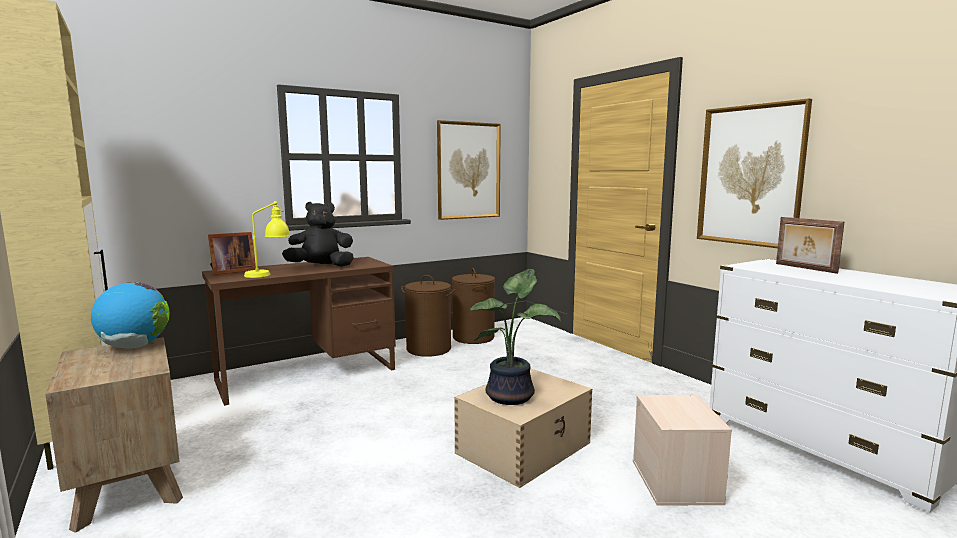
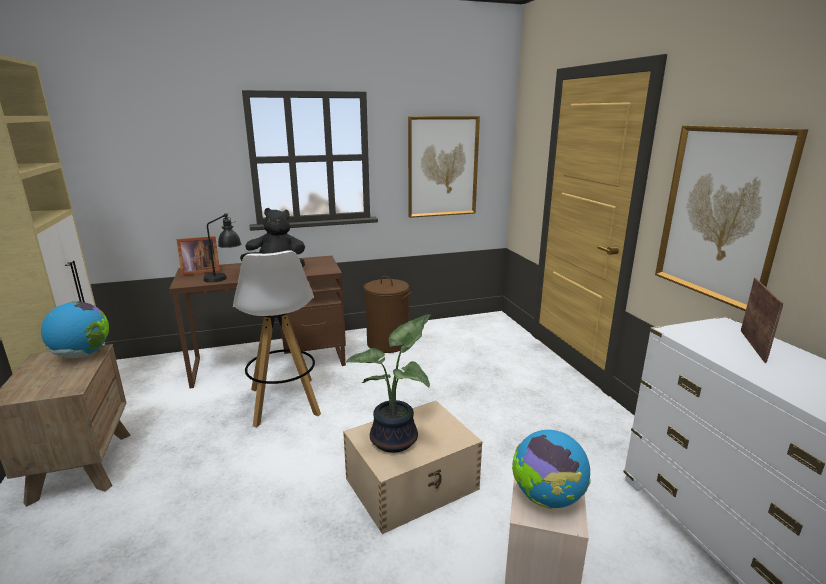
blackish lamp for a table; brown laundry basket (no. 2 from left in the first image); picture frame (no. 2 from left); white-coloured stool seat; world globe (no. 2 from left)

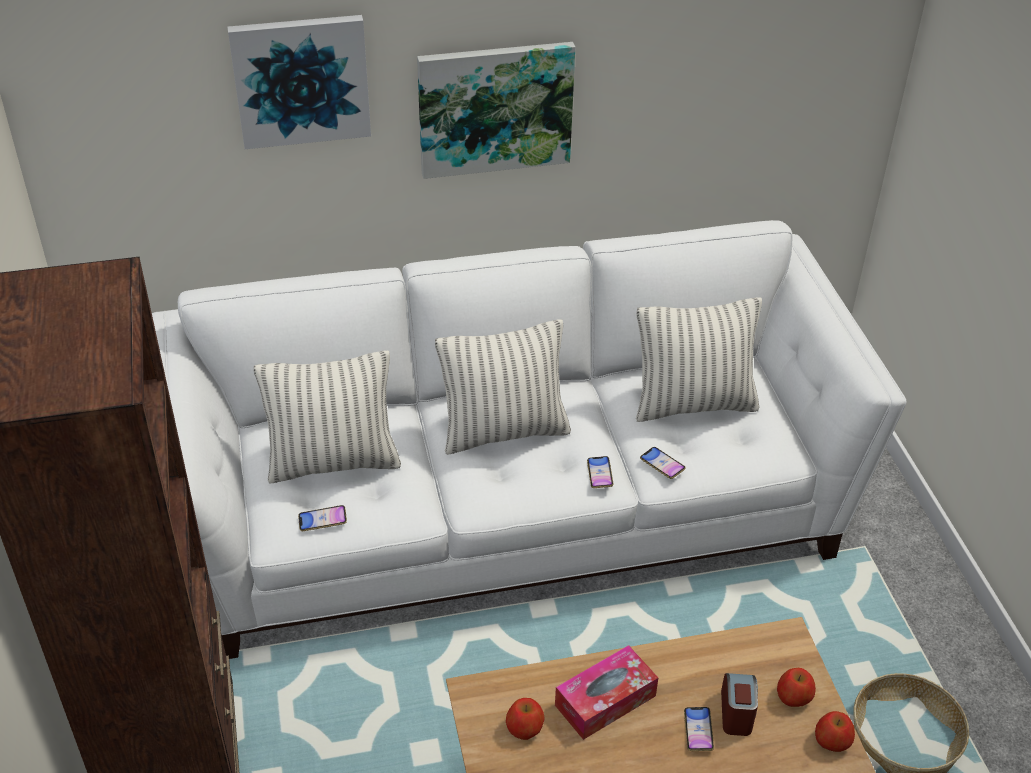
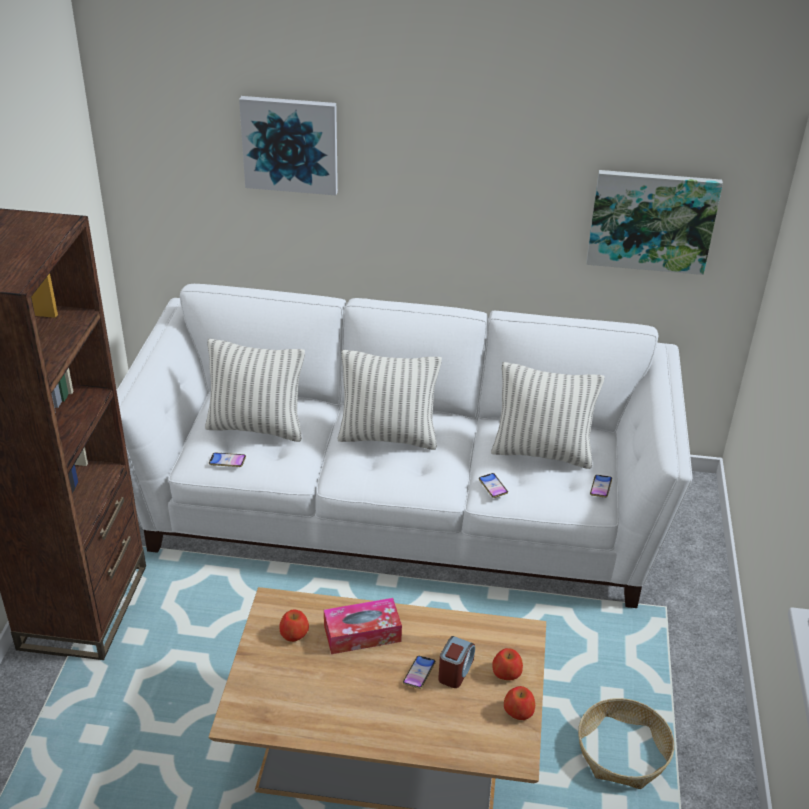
wall art (no. 2 from left); phone (no. 4 from left)

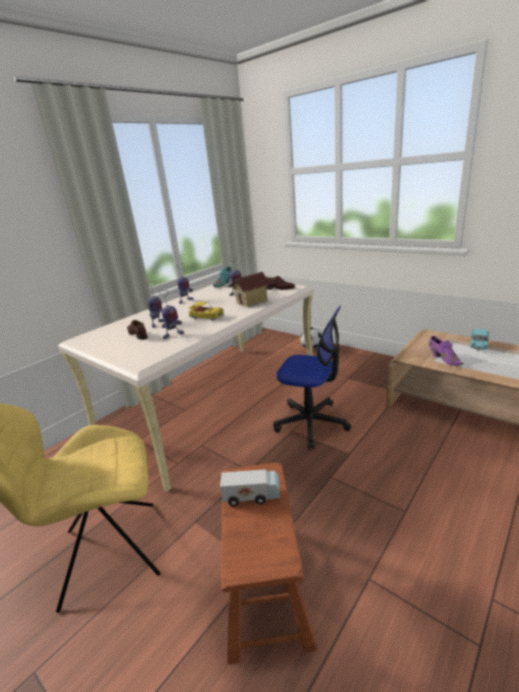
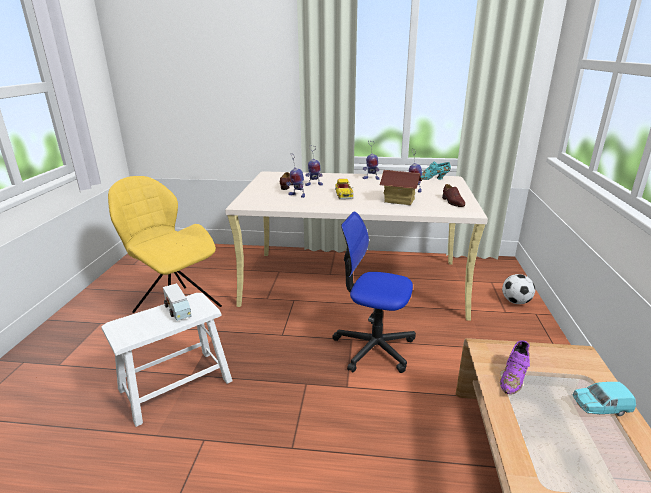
white-coloured stool seat; computer chair

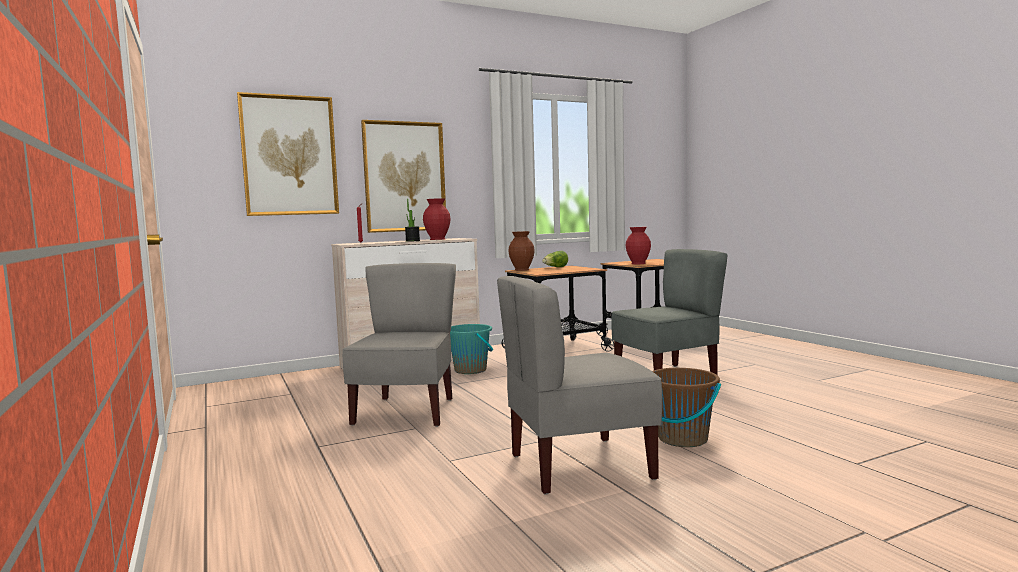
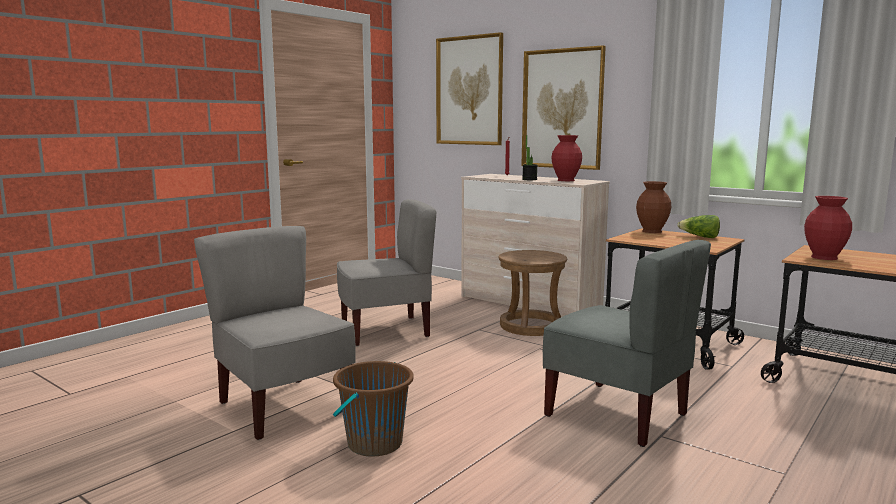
brown stool seat

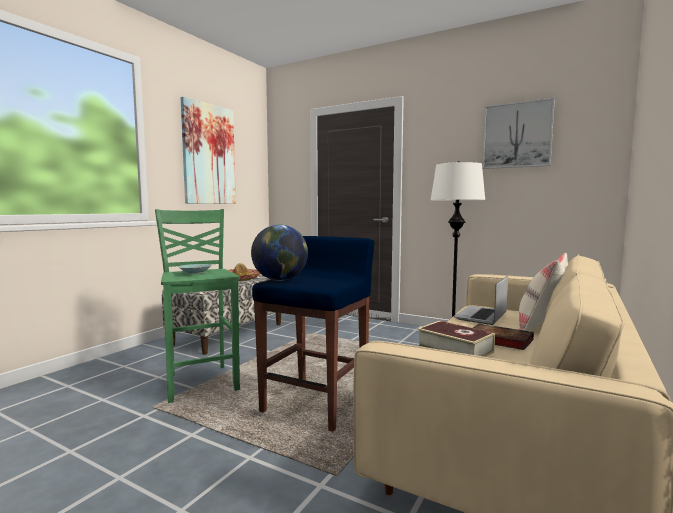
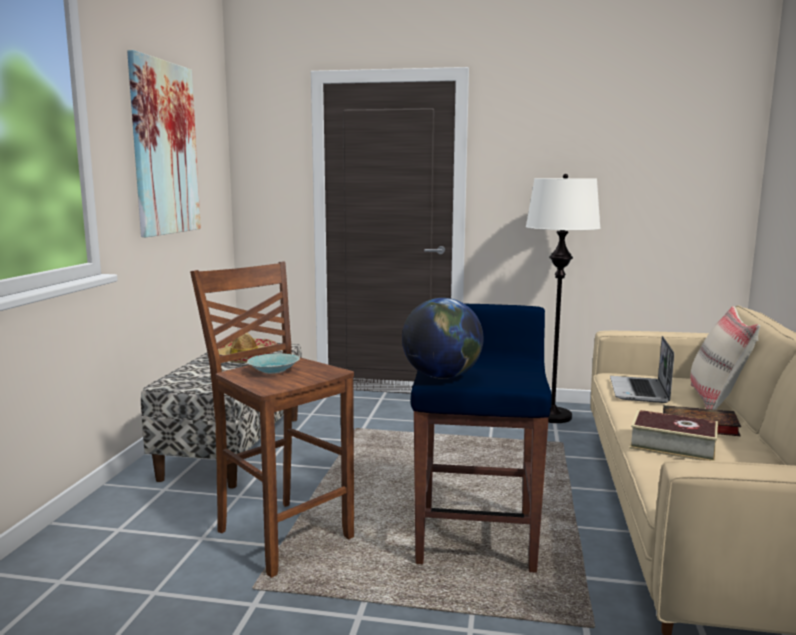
brown stool seat; wall art (no. 2 from left in the first image)

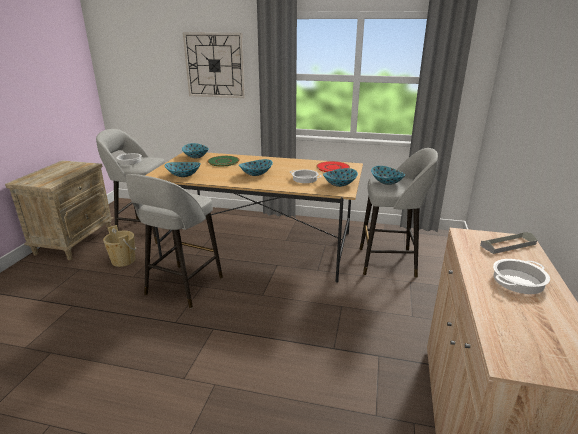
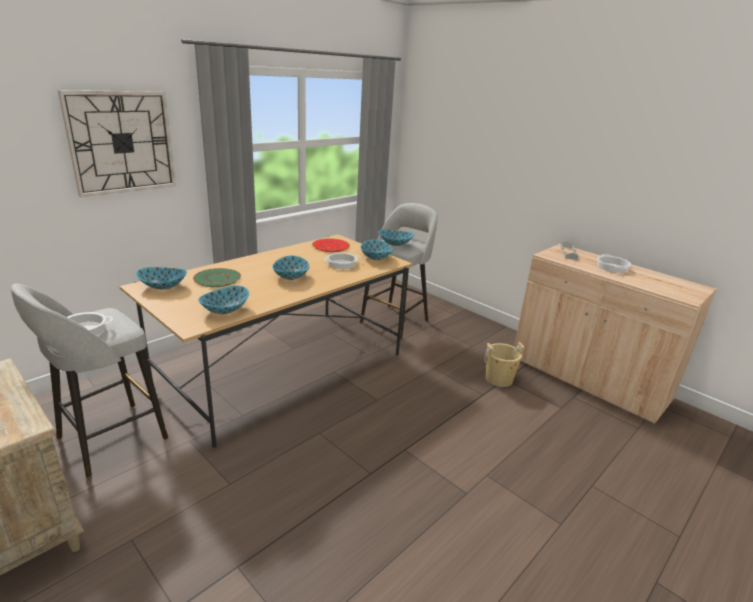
beige water bucket; grey stool seat (no. 2 from left in the first image)

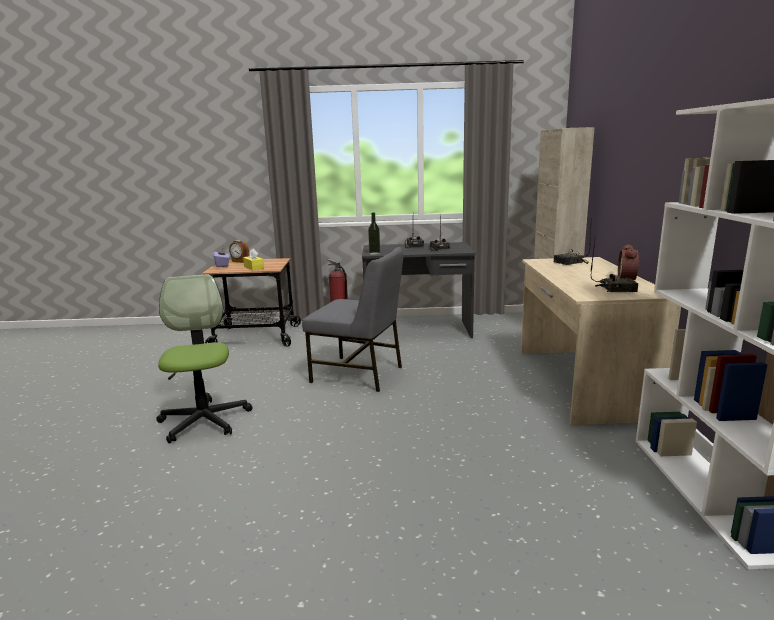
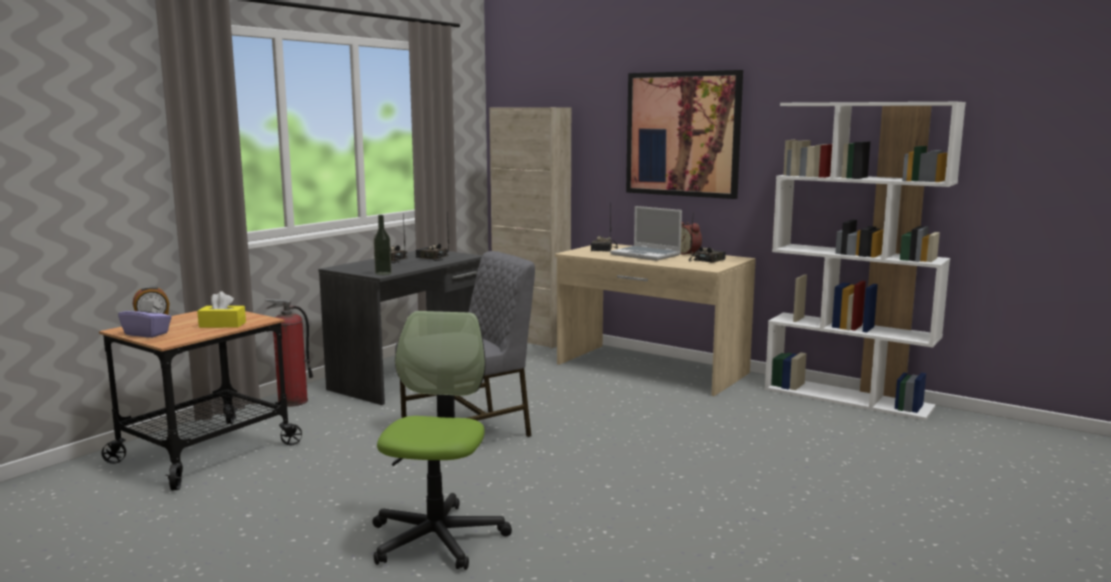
computer chair; laptop; wall art

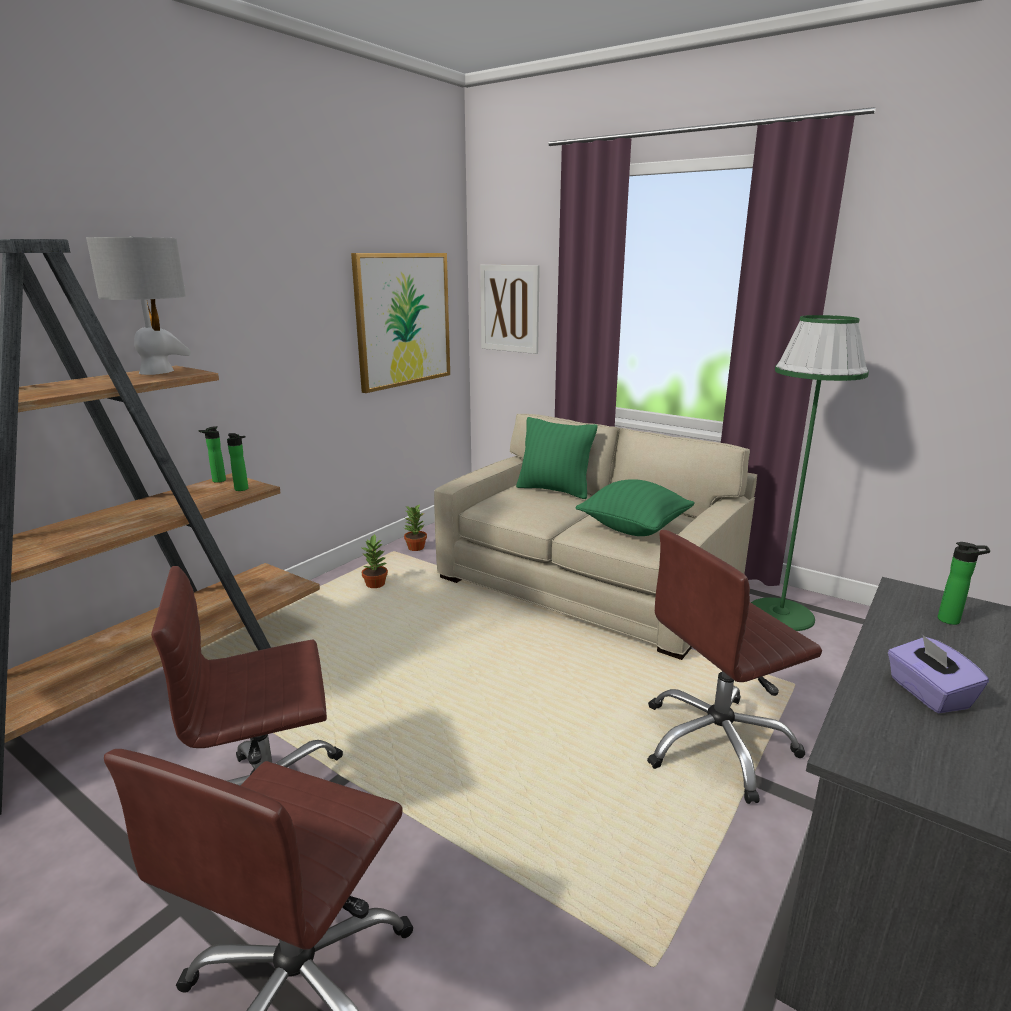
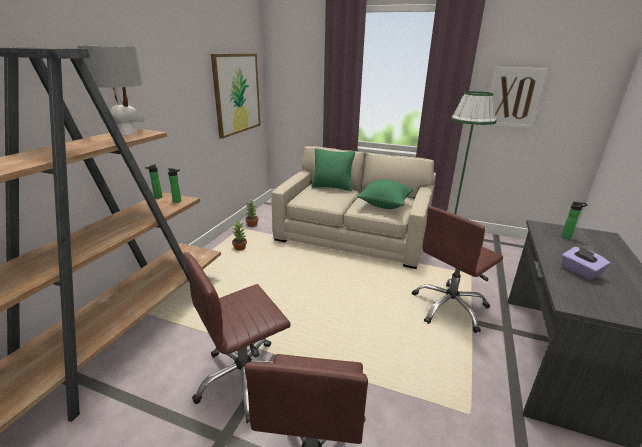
wall art (no. 2 from left)

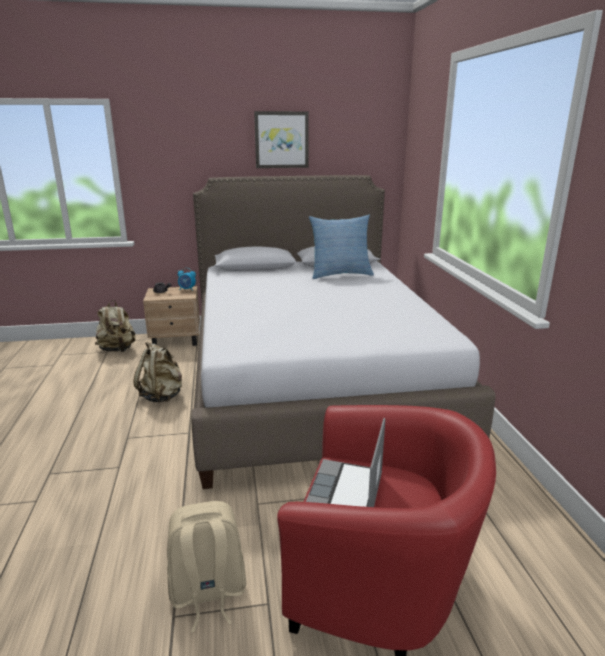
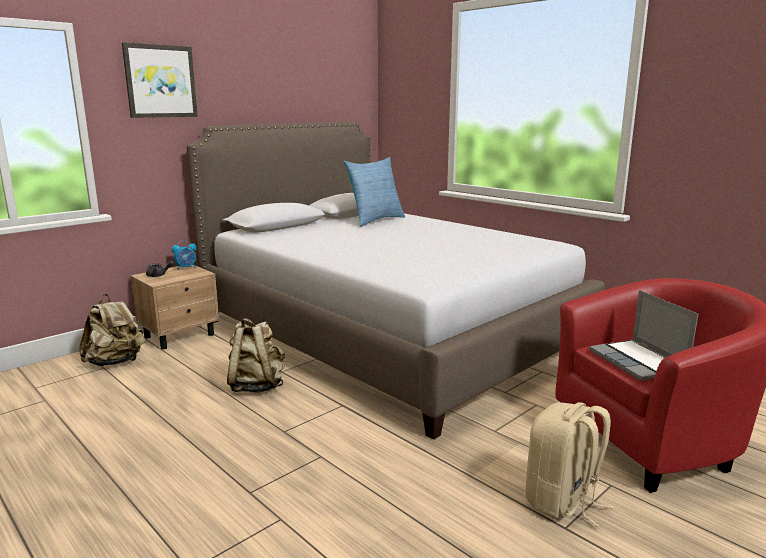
wall art

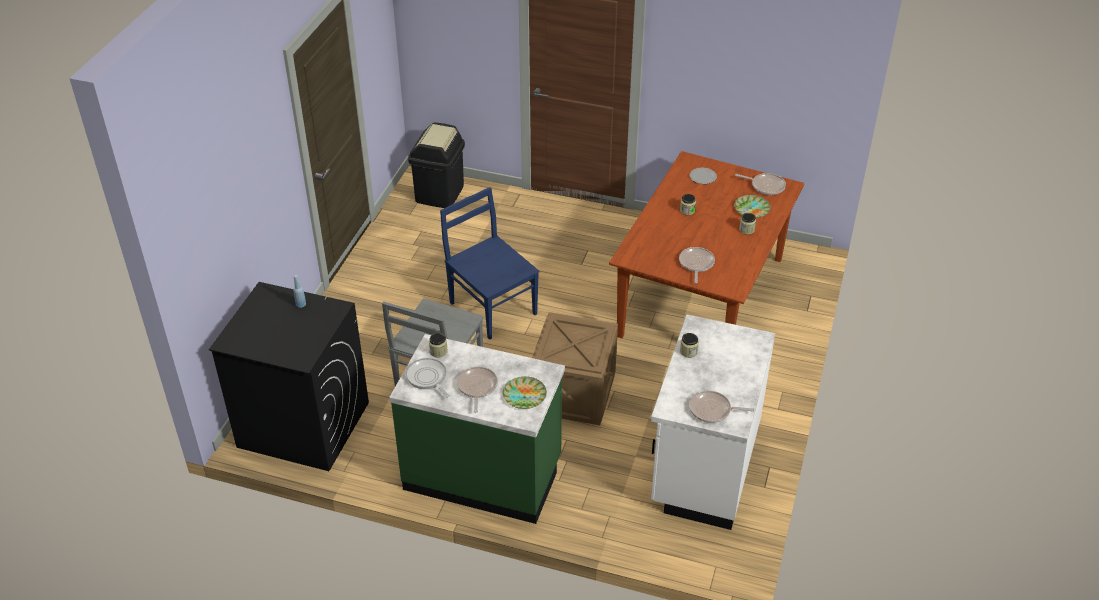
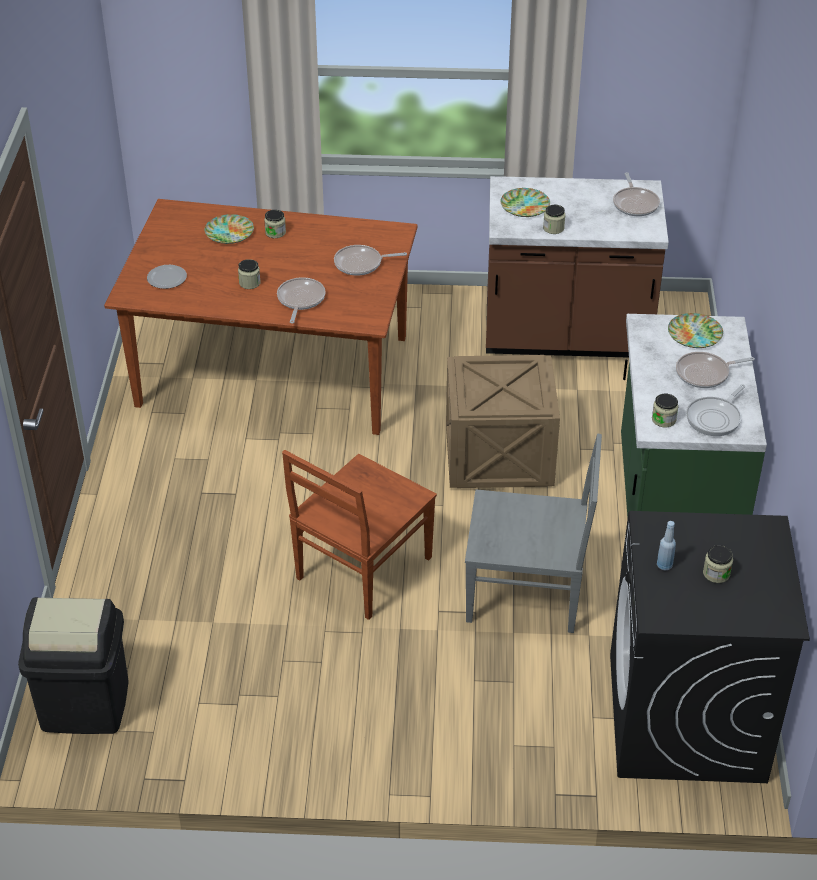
brown plain chair; brown counter; skillet (no. 1 from left); dinner plate (no. 3 from left); jar (no. 5 from left)

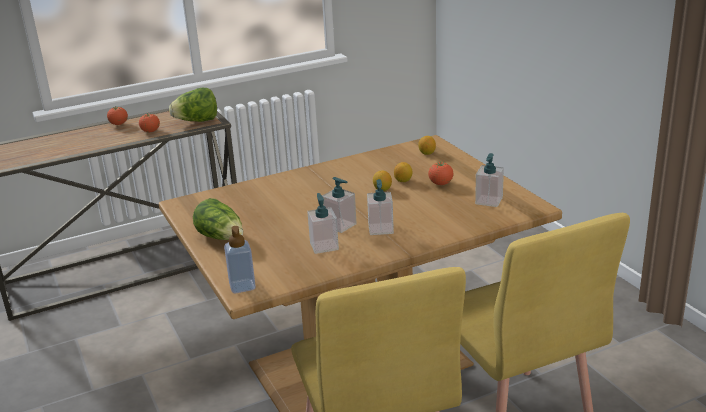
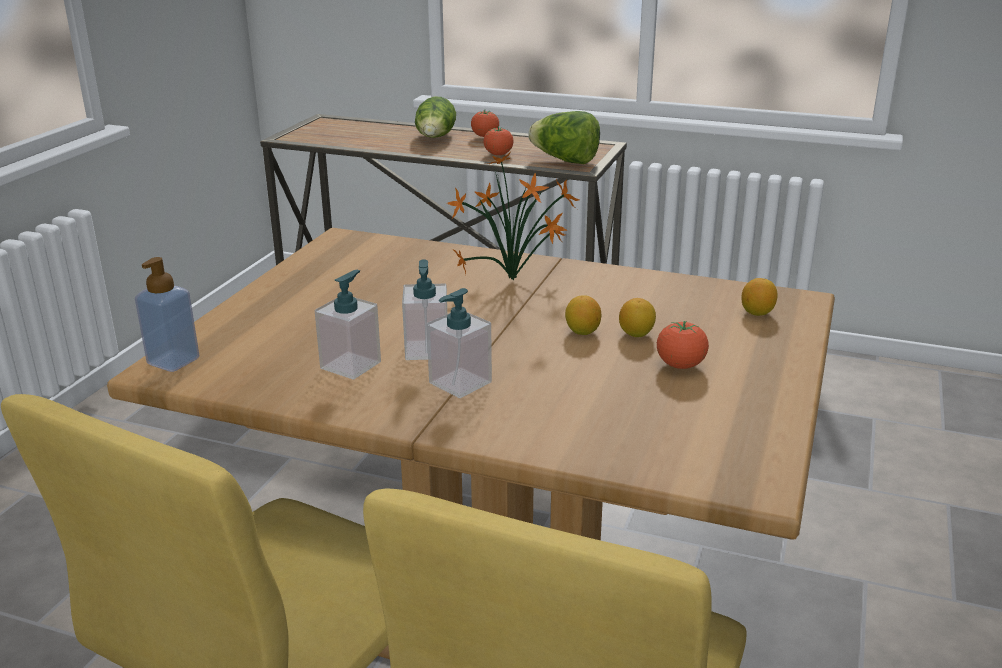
lettuce head (no. 1 from left); liquid soap bottle (no. 5 from left in the first image); plant in a pot

